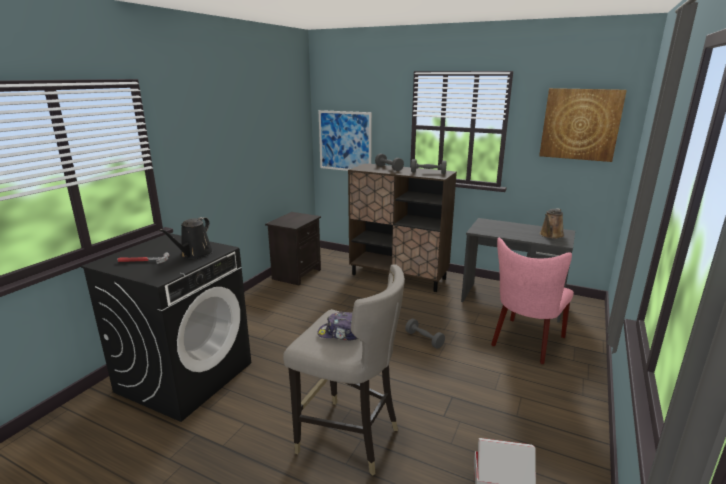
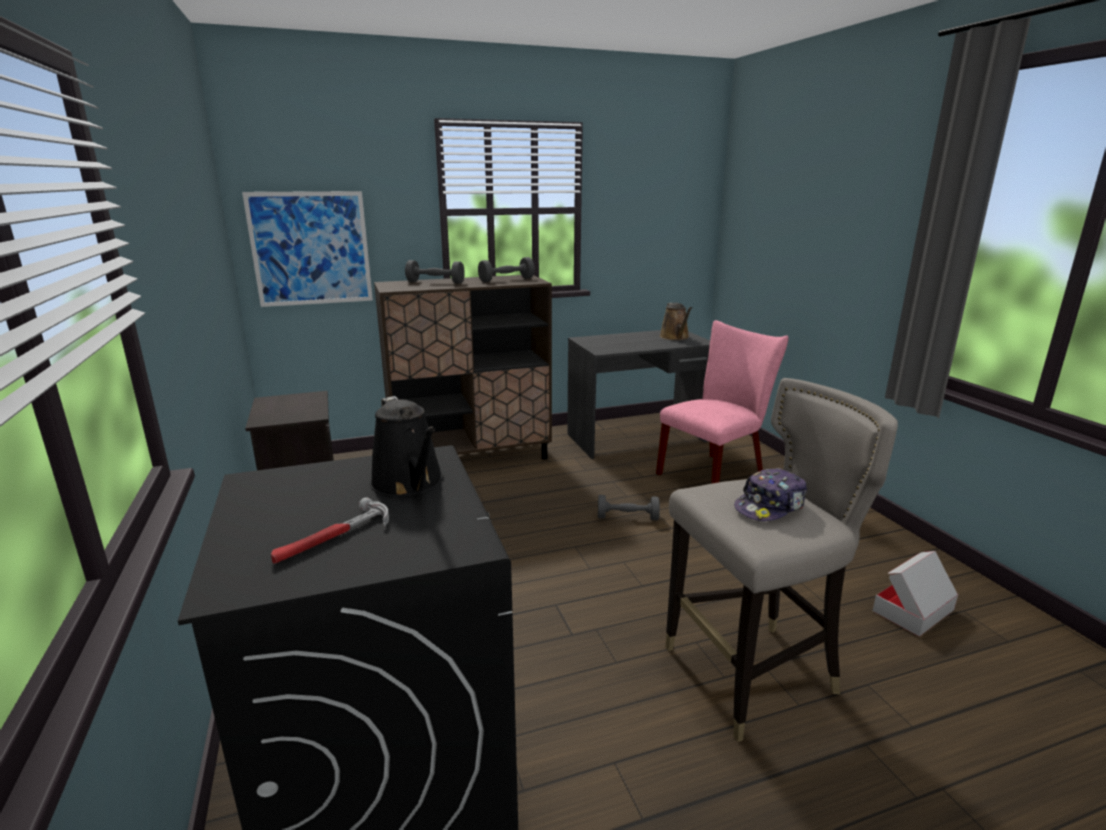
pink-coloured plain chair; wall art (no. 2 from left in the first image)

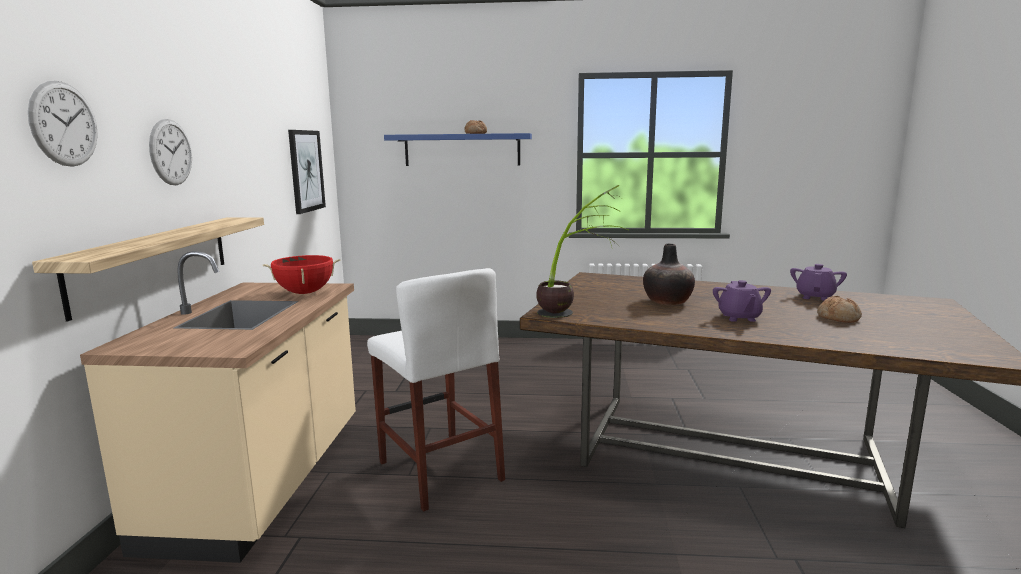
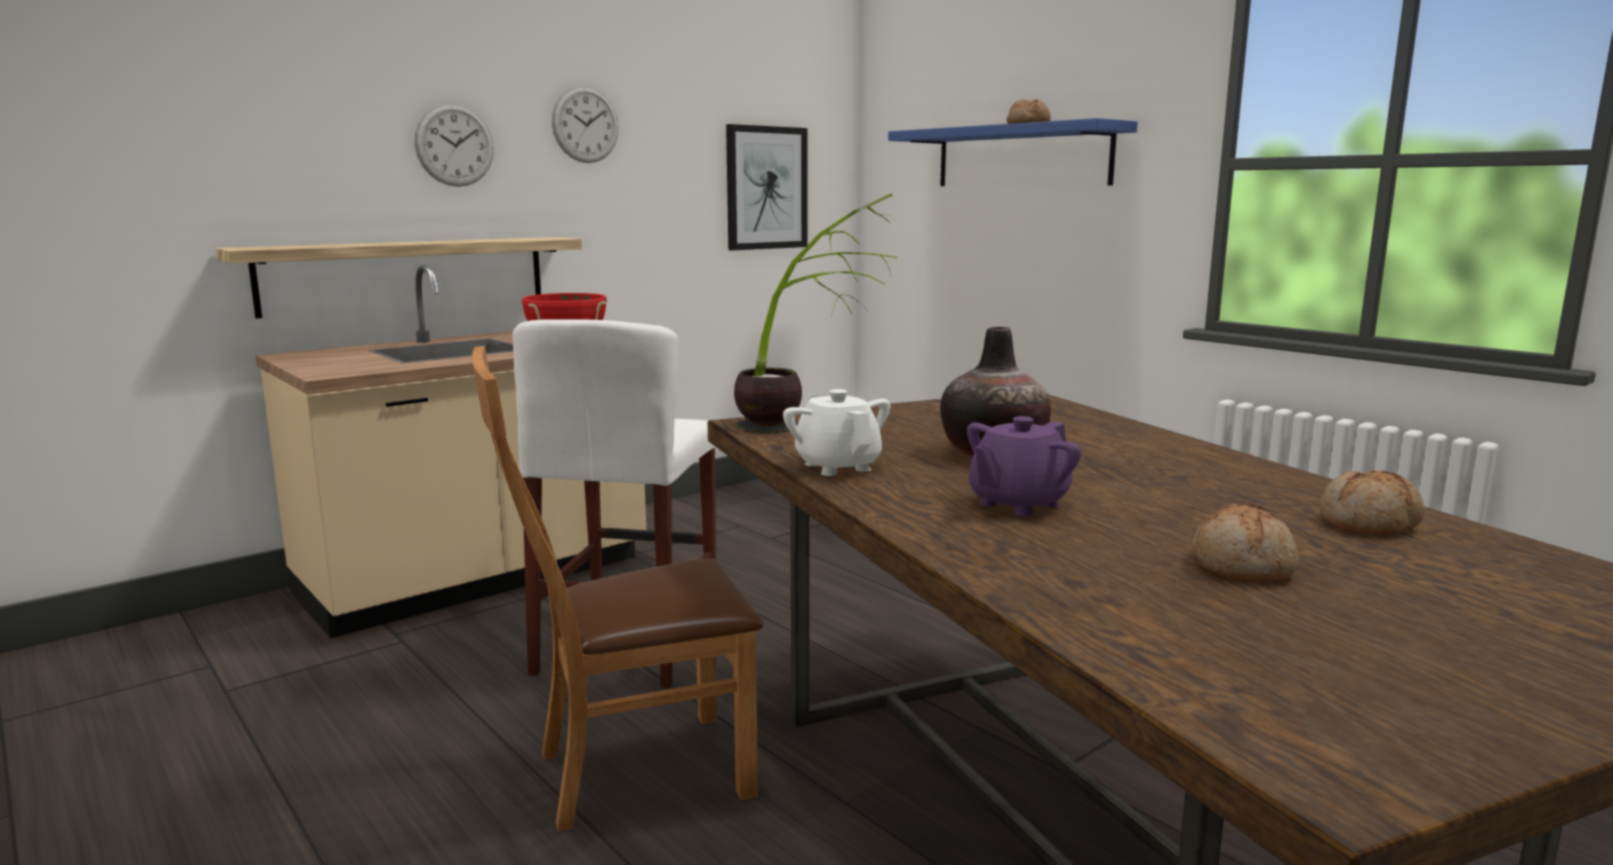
clock on the wall (no. 2 from left); baked bread (no. 3 from left); brown plain chair; white-coloured teapot

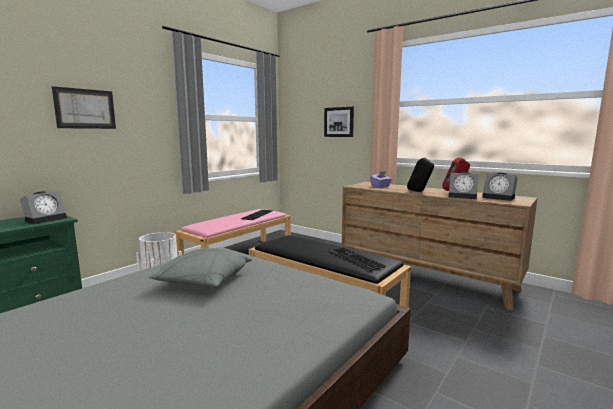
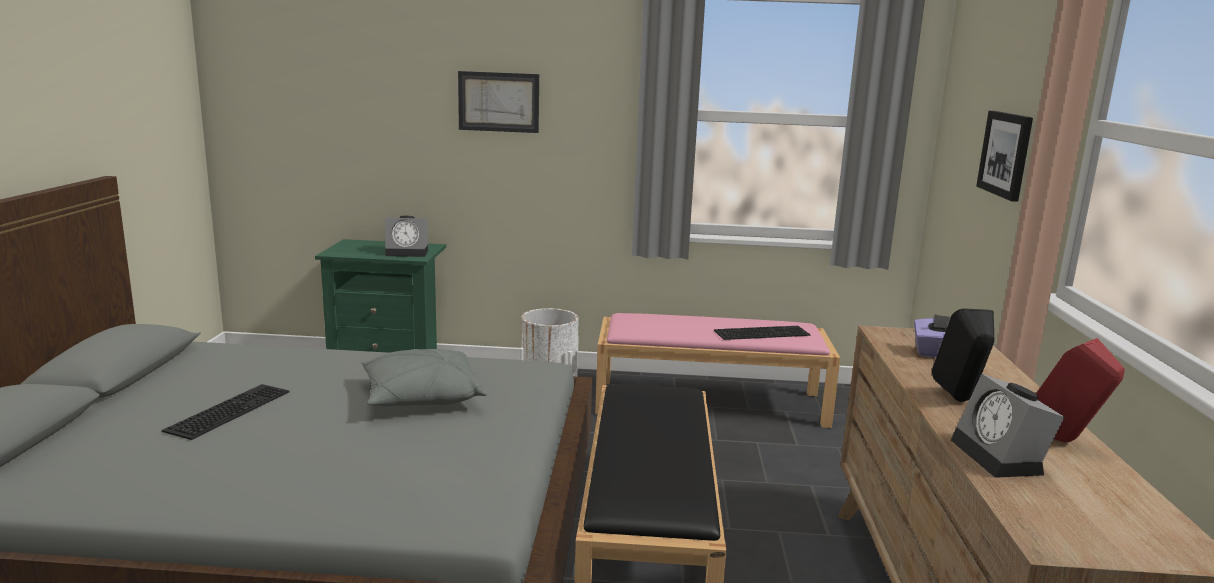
keyboard (no. 1 from left); bedside clock (no. 3 from left in the first image)

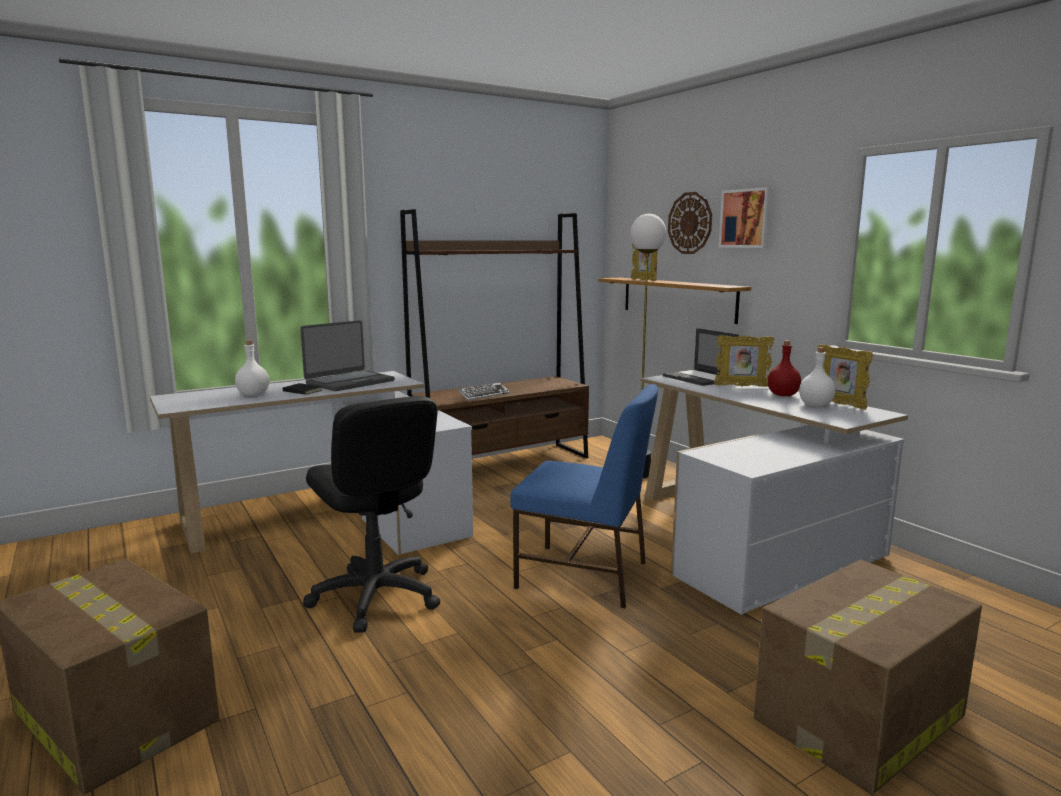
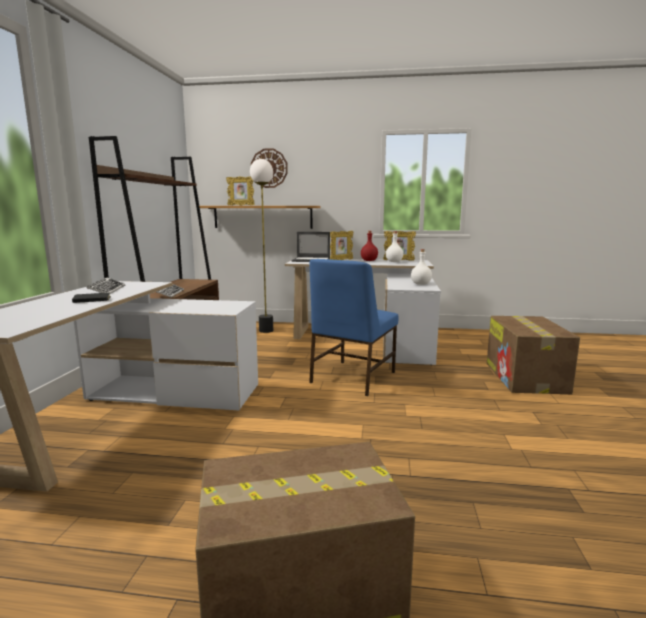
white-coloured beverage bottle (no. 2 from left); keyboard (no. 1 from left); blackish computer chair; bluish plain chair; wall art

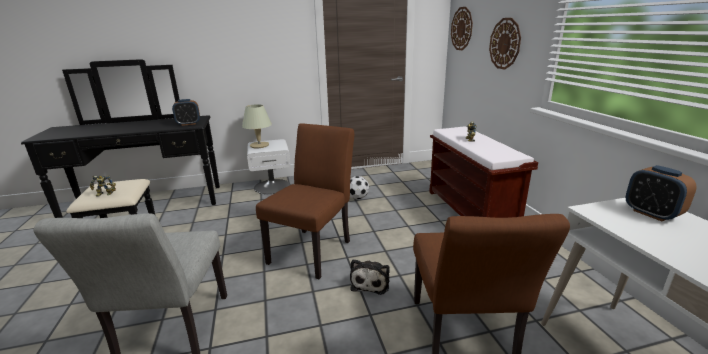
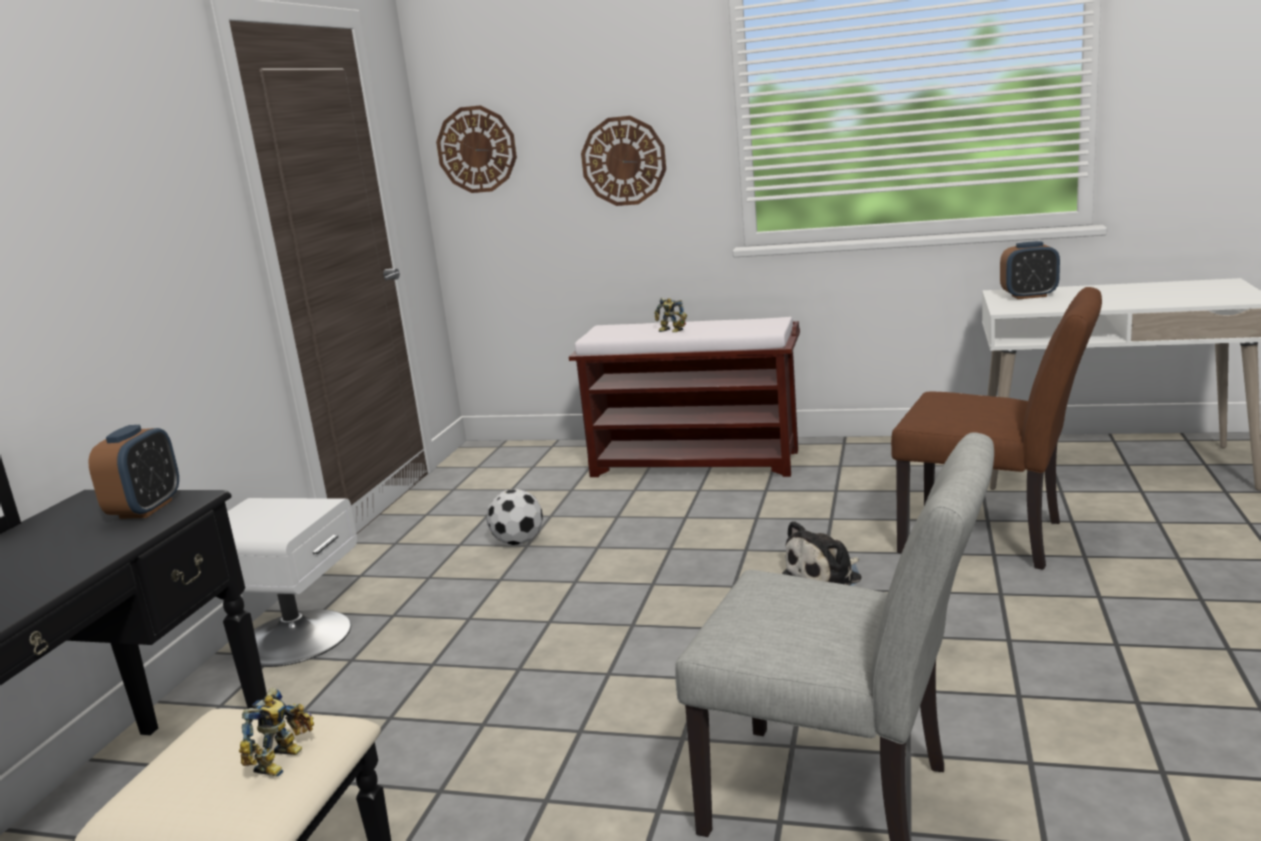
beige lamp for a table; brown plain chair (no. 1 from left in the first image); plush toy

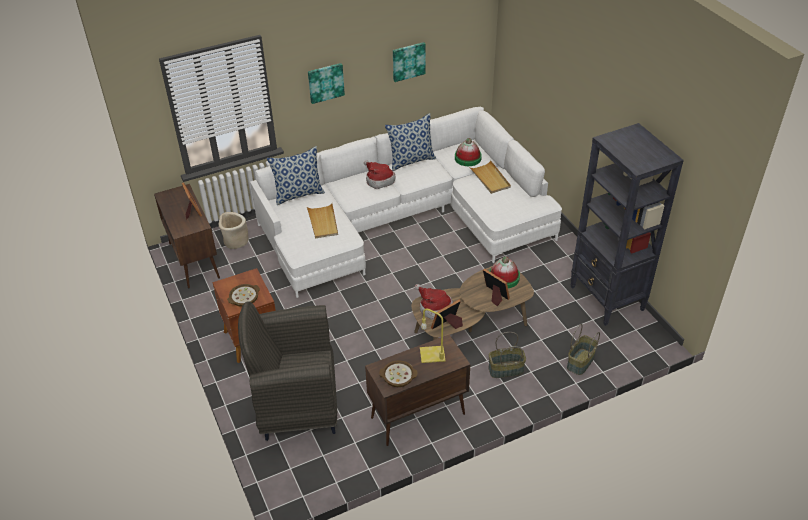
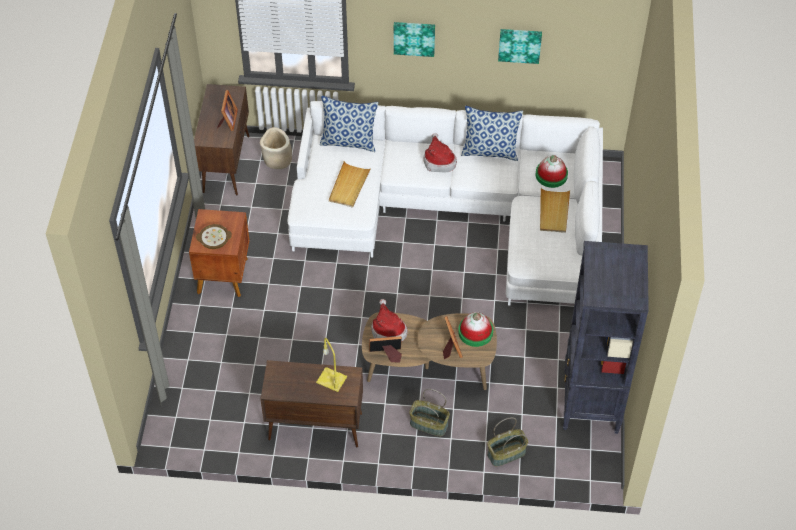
grey easy chair; bowl (no. 2 from left in the first image)

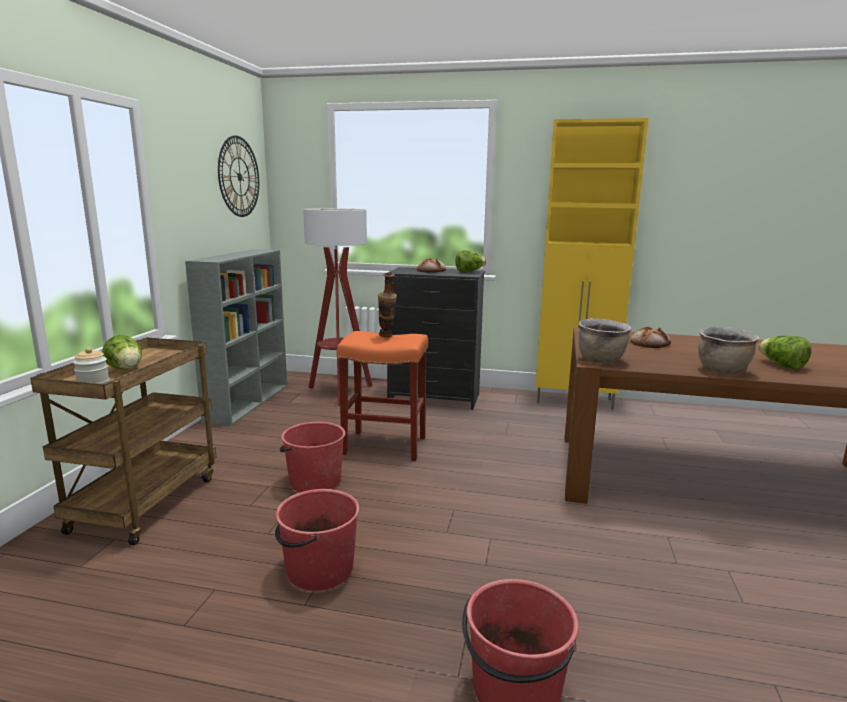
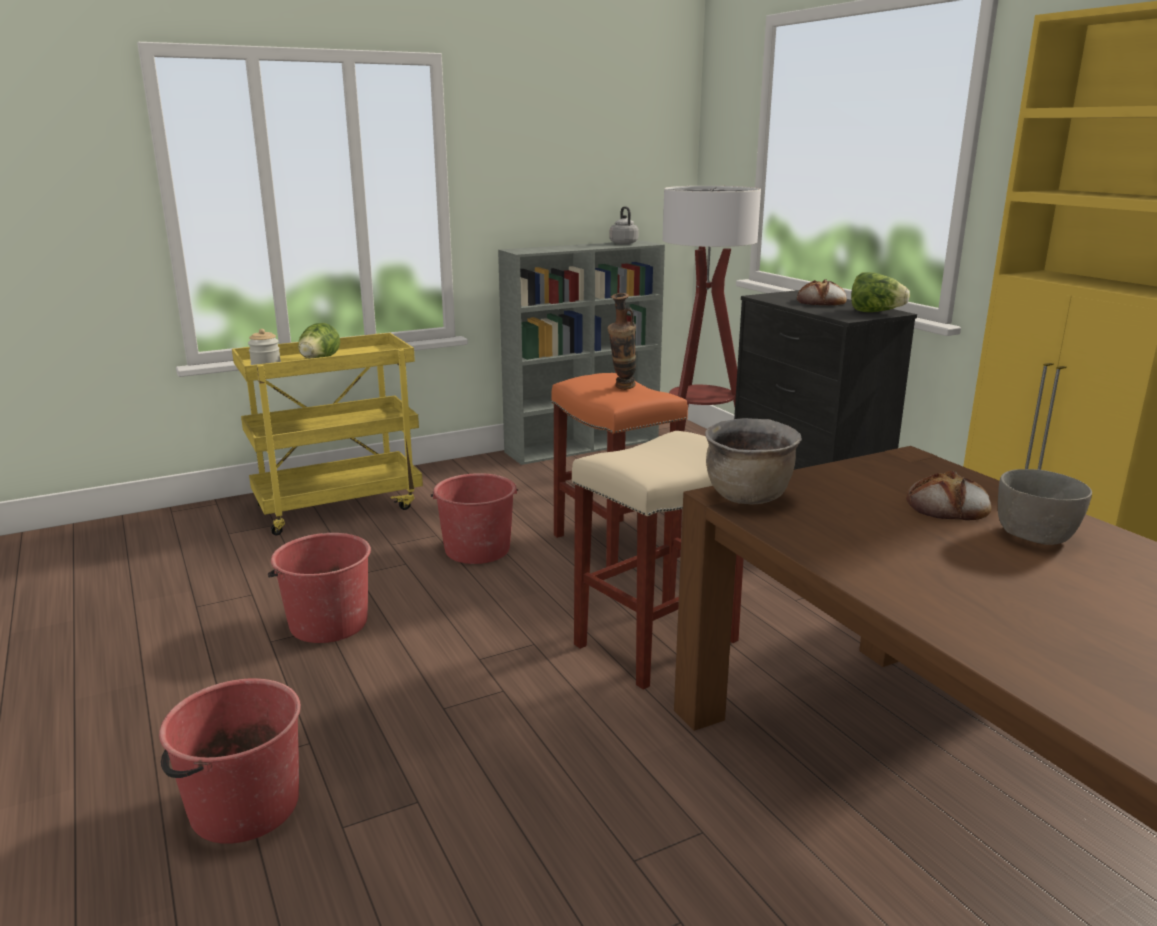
yellowish cart; clock on the wall; brown stockpot (no. 2 from left in the first image); lettuce head (no. 3 from left in the first image); beige stool seat; grey water kettle; grey bowl

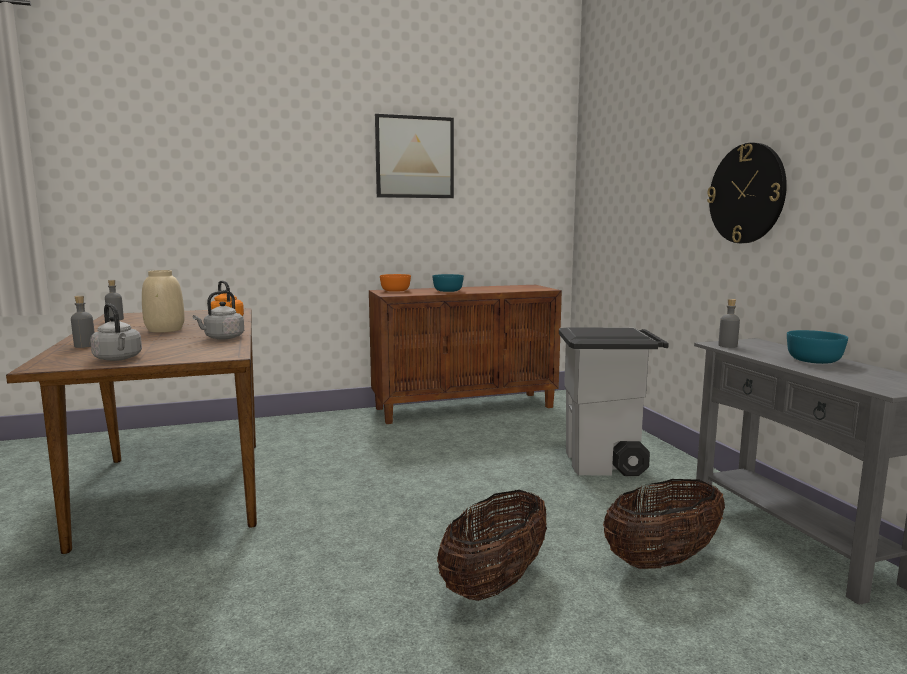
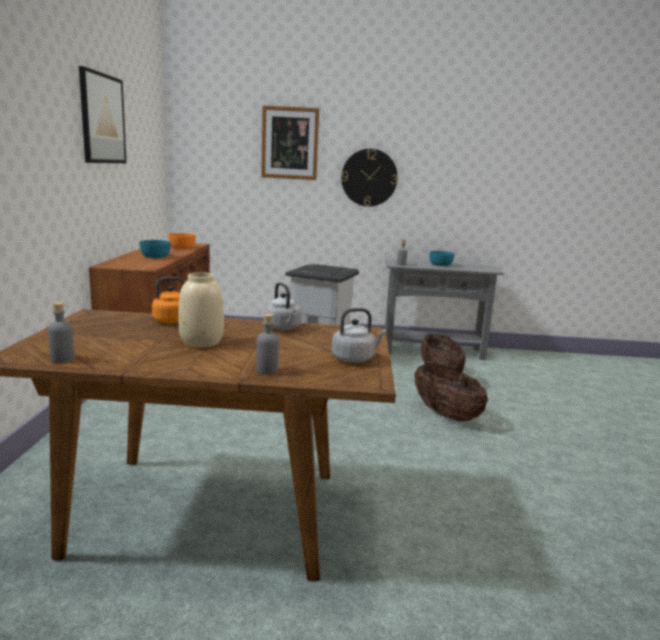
orange bowl; wall art (no. 2 from left)

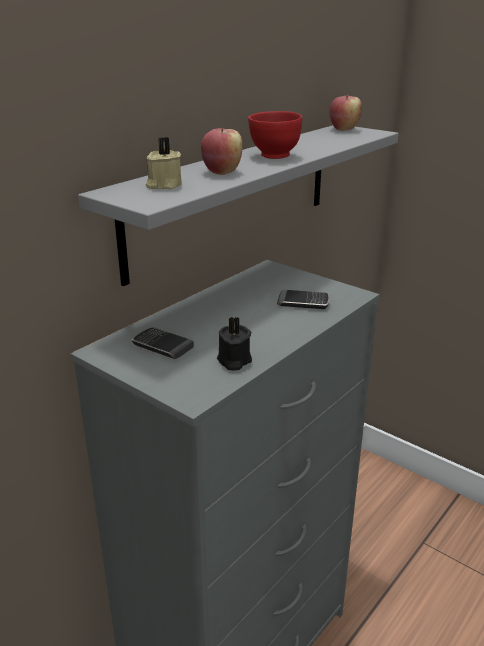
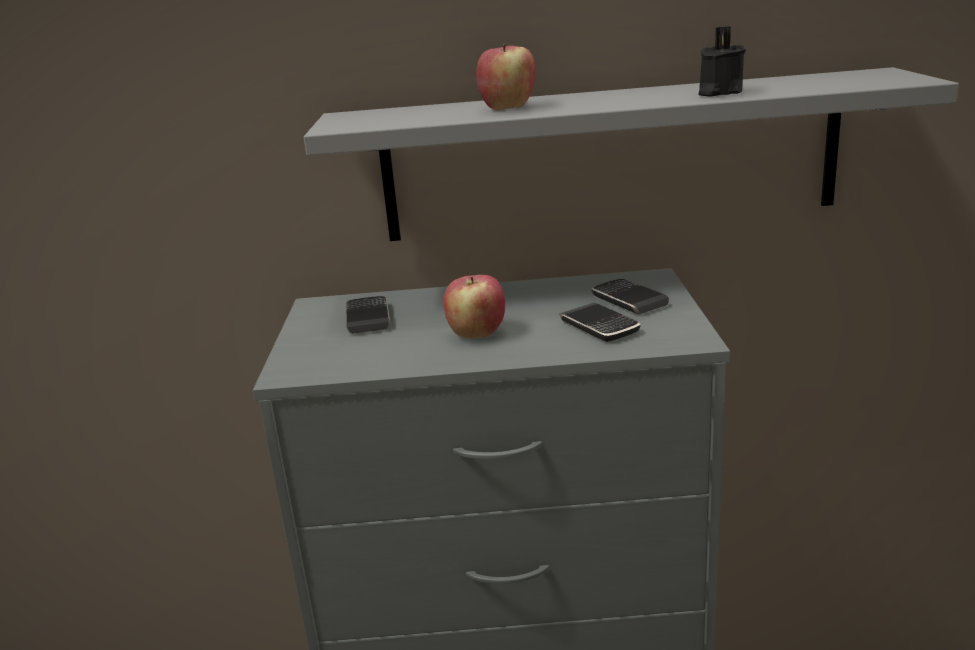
beige candle; blackish candle; red bowl; whole apple (no. 1 from left); phone (no. 3 from left)

